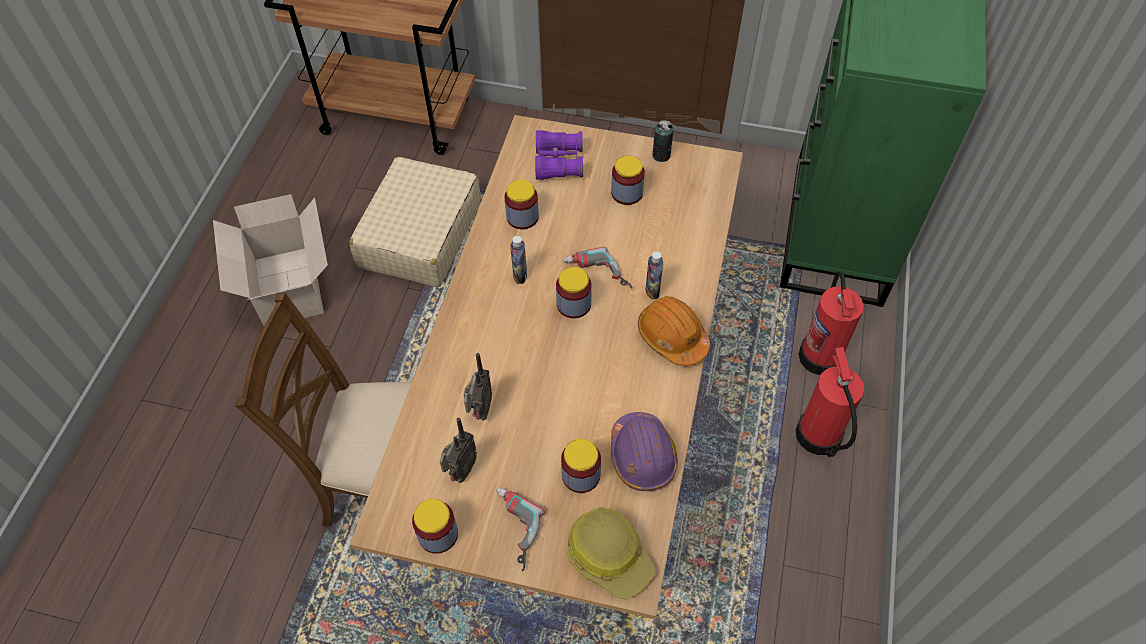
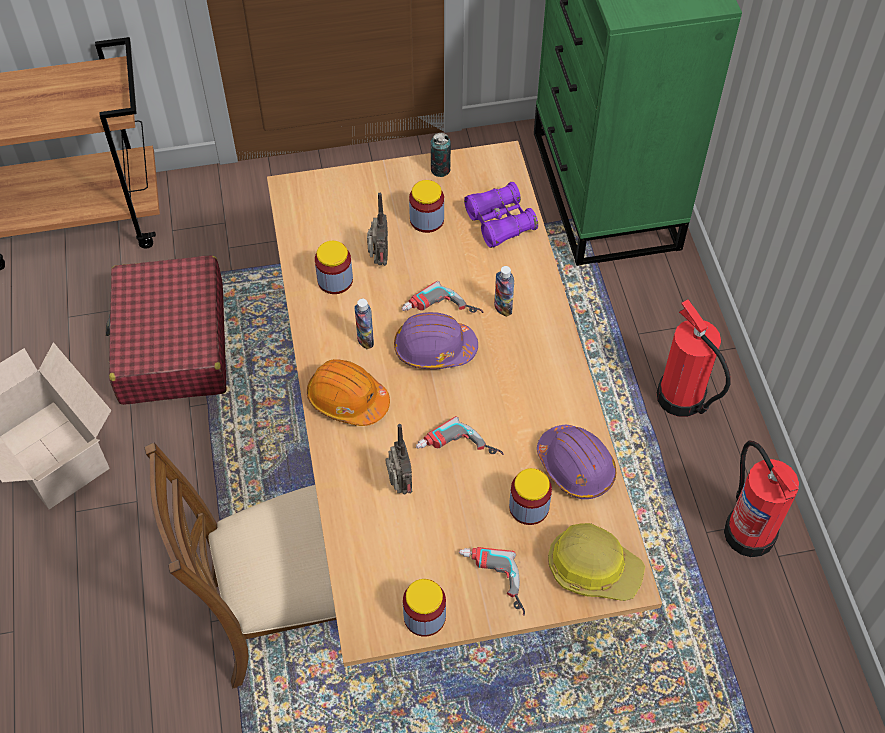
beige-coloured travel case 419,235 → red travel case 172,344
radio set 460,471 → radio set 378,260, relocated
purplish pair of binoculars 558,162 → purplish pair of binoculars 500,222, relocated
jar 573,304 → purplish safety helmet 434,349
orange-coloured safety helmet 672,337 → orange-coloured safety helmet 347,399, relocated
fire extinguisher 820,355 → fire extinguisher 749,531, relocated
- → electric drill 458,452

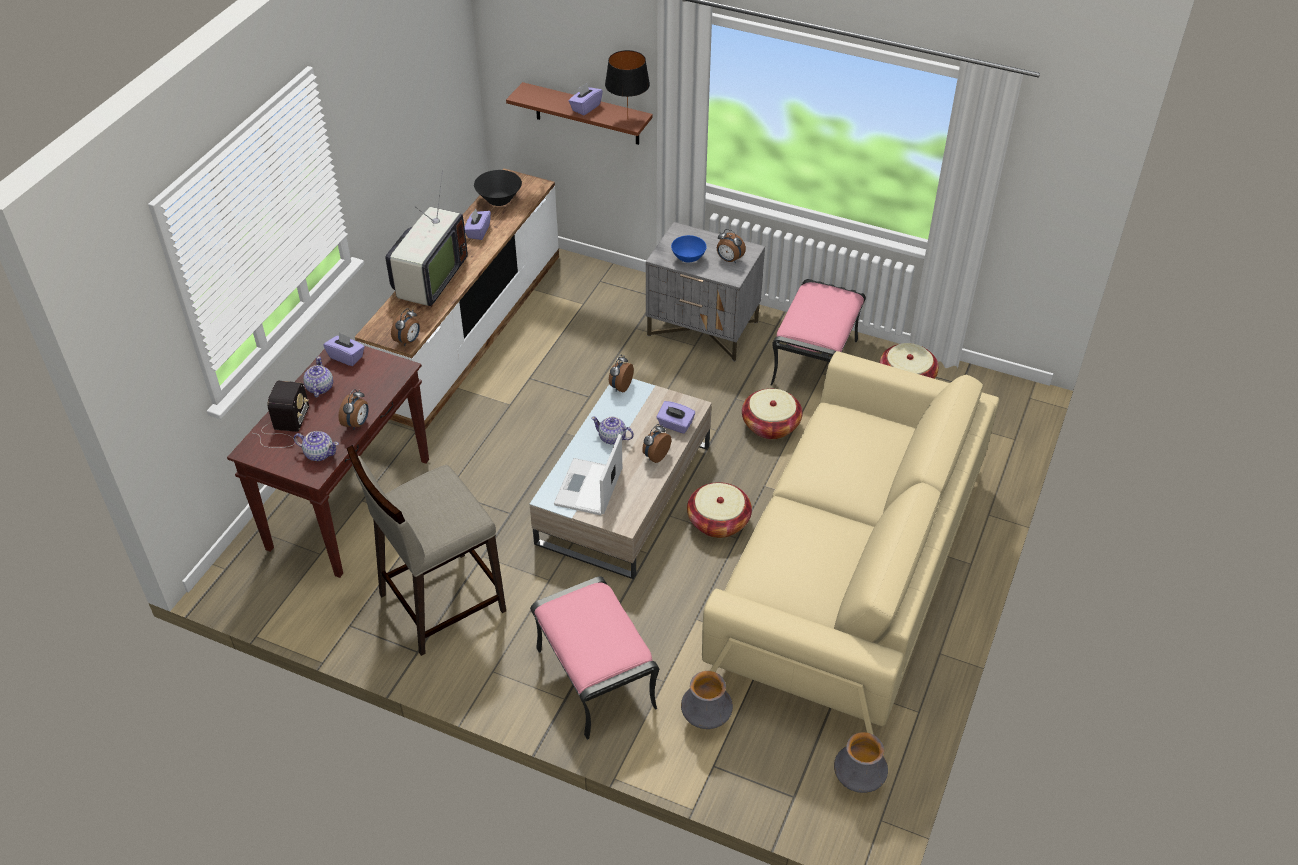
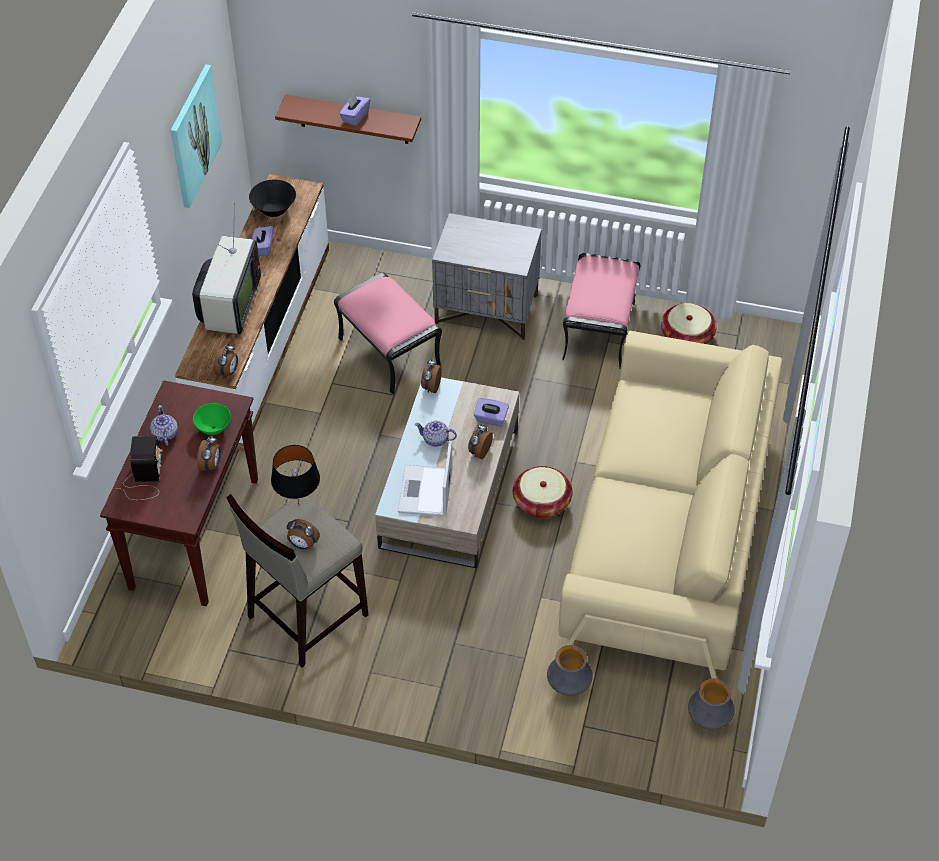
tea pot 319,453 → -
purplish tissue box 346,357 → -
pinkish footrest 593,677 → pinkish footrest 388,352, relocated
black lamp for a table 627,119 → black lamp for a table 298,506, relocated
blue serving bowl 688,259 → -
alarm clock 729,260 → alarm clock 303,545, relocated
storage basket 770,425 → -
- → wall art 194,136
- → green-coloured serving bowl 214,428

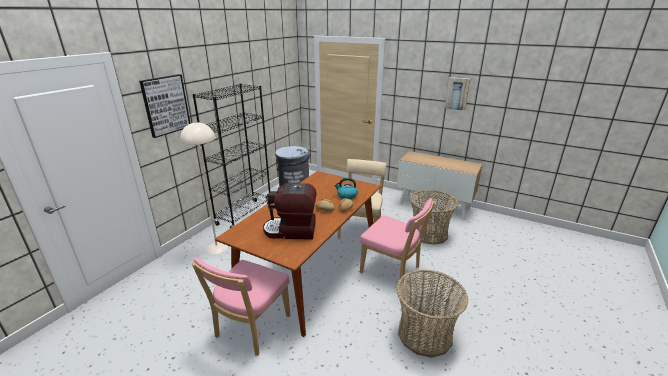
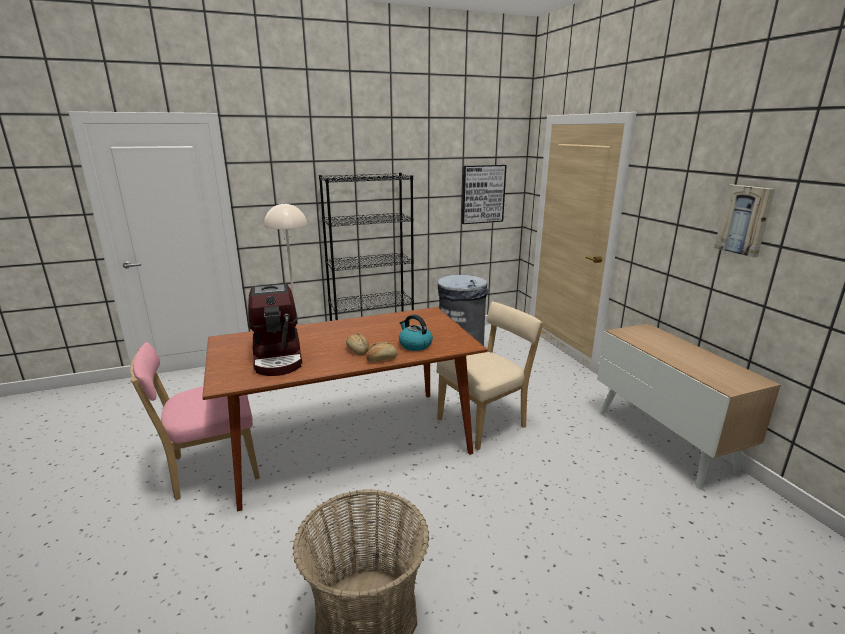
wall art 166,105 → wall art 483,194, relocated
coffee brewer 291,231 → coffee brewer 278,357, 150 degrees counterclockwise
pinkish plain chair 392,271 → -
storage basket 429,233 → -

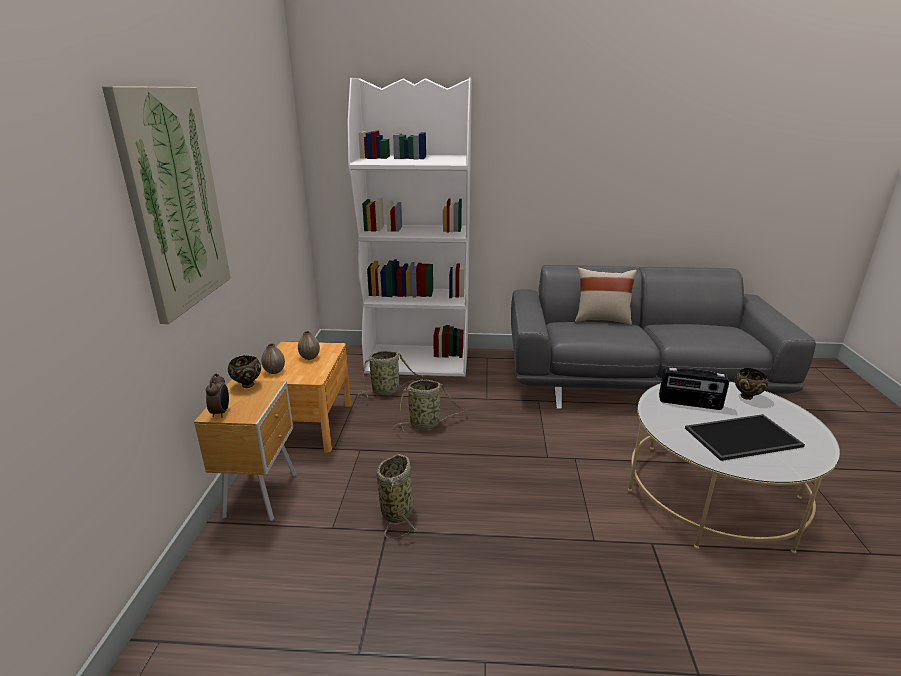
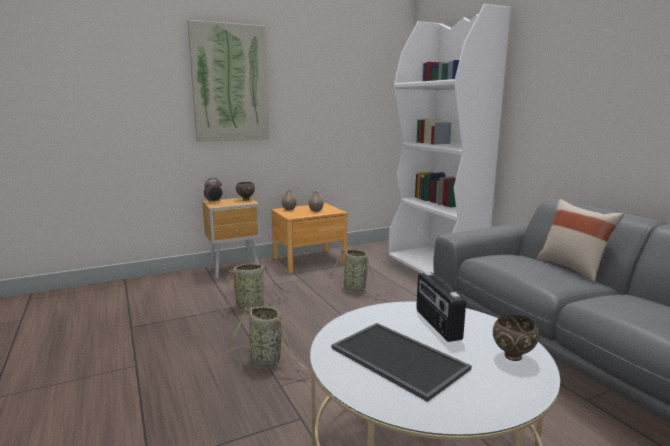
storage basket 387,391 → storage basket 267,362, relocated

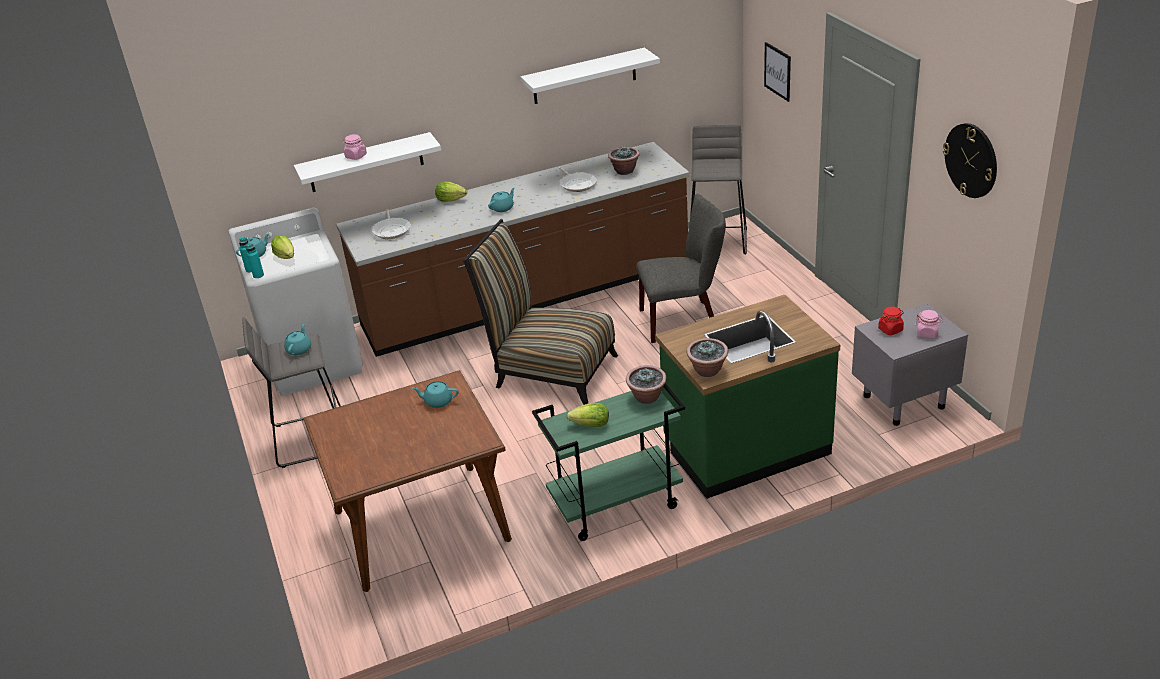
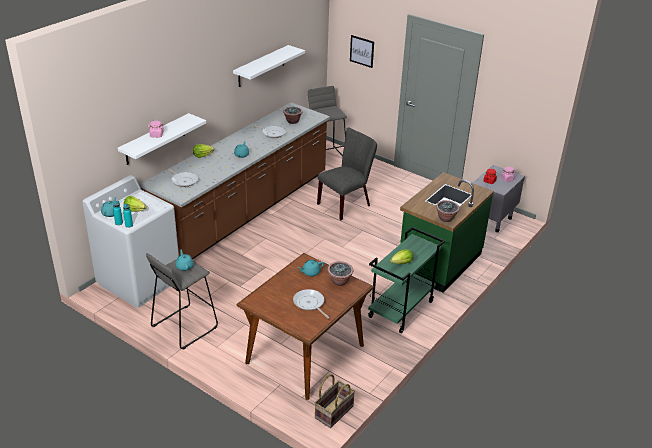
plain chair 549,369 → -
plant in a pot 647,397 → plant in a pot 339,281, relocated
hanging clock 971,160 → -
- → pan 309,303
- → storage basket 333,411

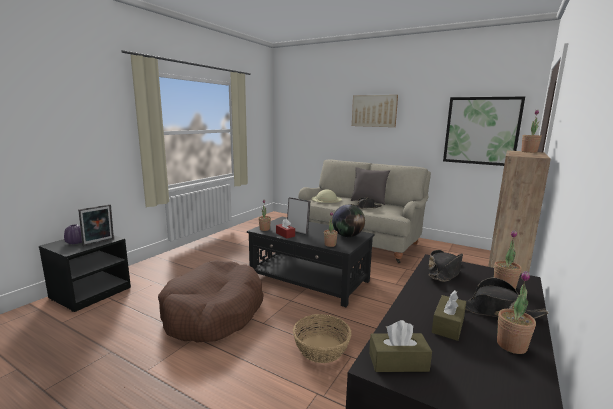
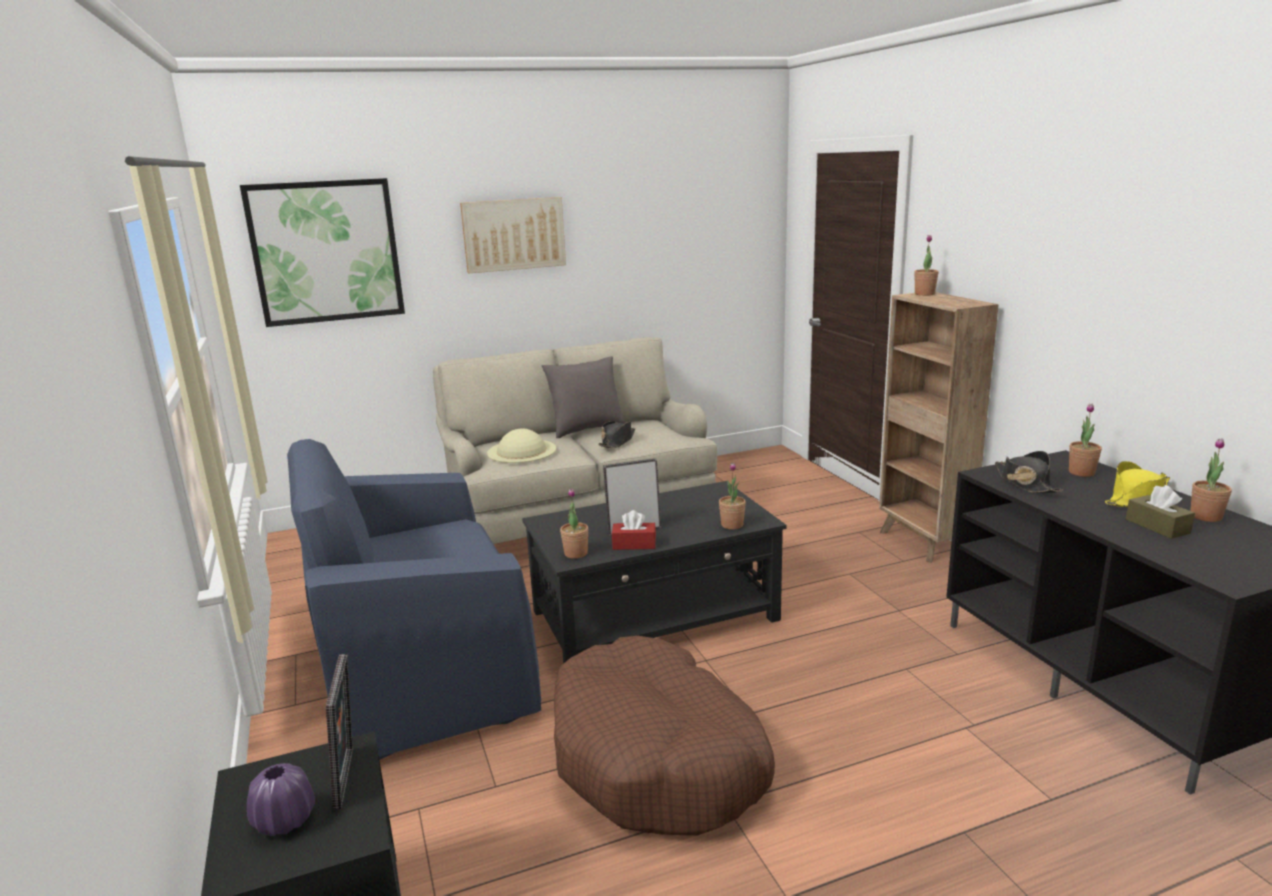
storage basket 321,348 → -
world globe 347,236 → -
brown tissue box 398,362 → -
wall art 481,131 → wall art 326,252, relocated
black clothing hat 495,311 → yellowish clothing hat 1136,497
- → blue armchair 422,668

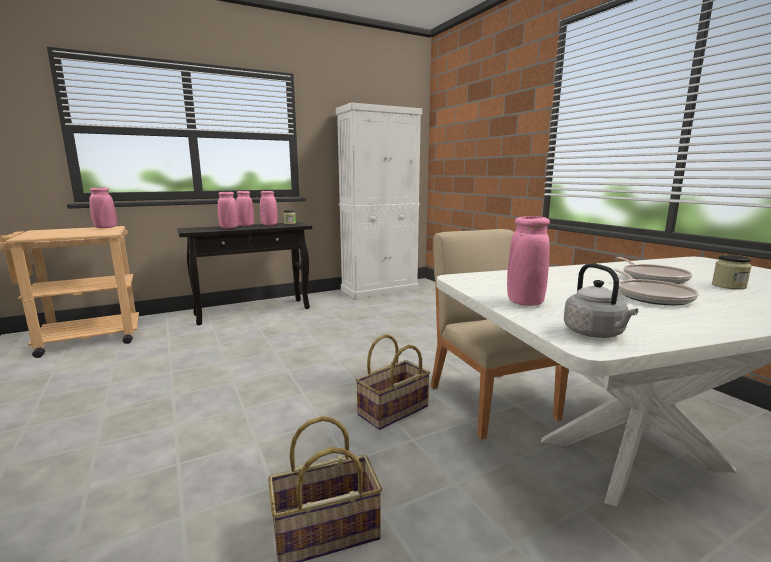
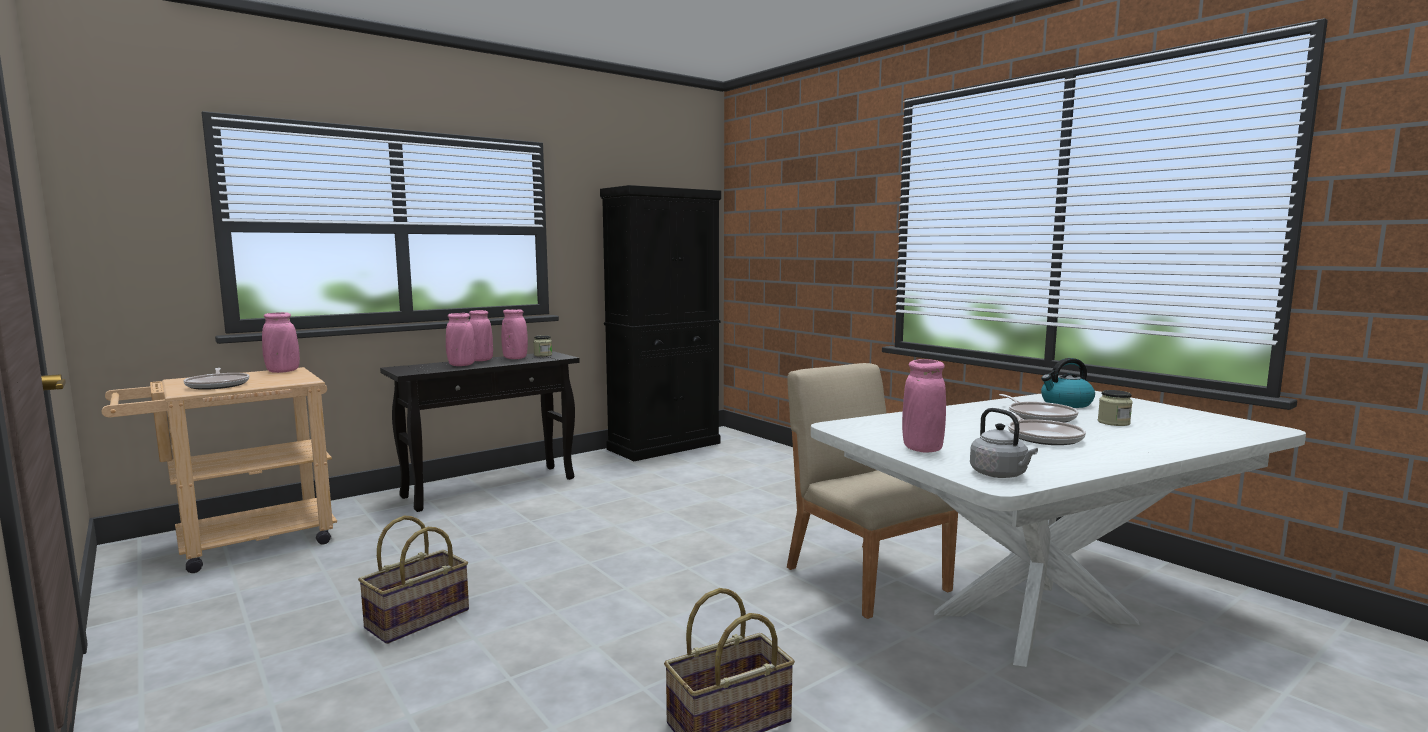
white-coloured cupboard 380,289 → black cupboard 664,446
storage basket 393,411 → storage basket 418,619, relocated
- → pan 218,385
- → tea kettle 1066,404

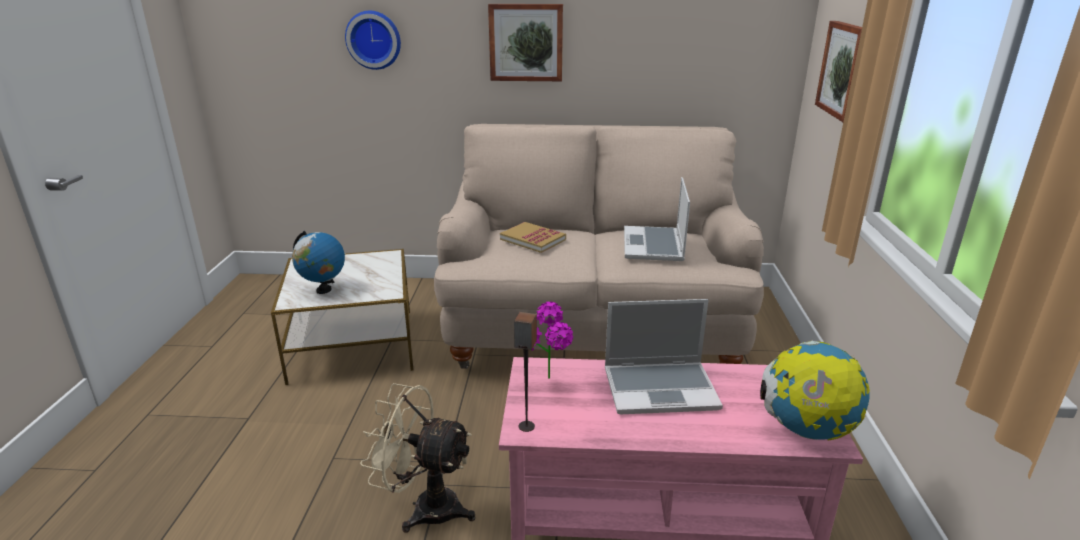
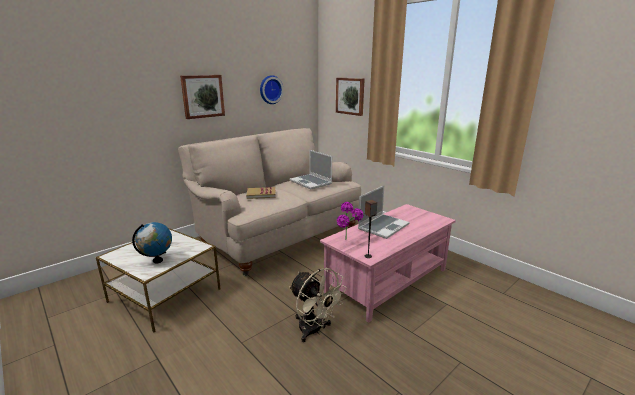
hanging clock 374,39 → hanging clock 270,89, relocated
beige-coloured fan 425,507 → beige-coloured fan 314,331, 105 degrees counterclockwise
world globe 806,430 → -

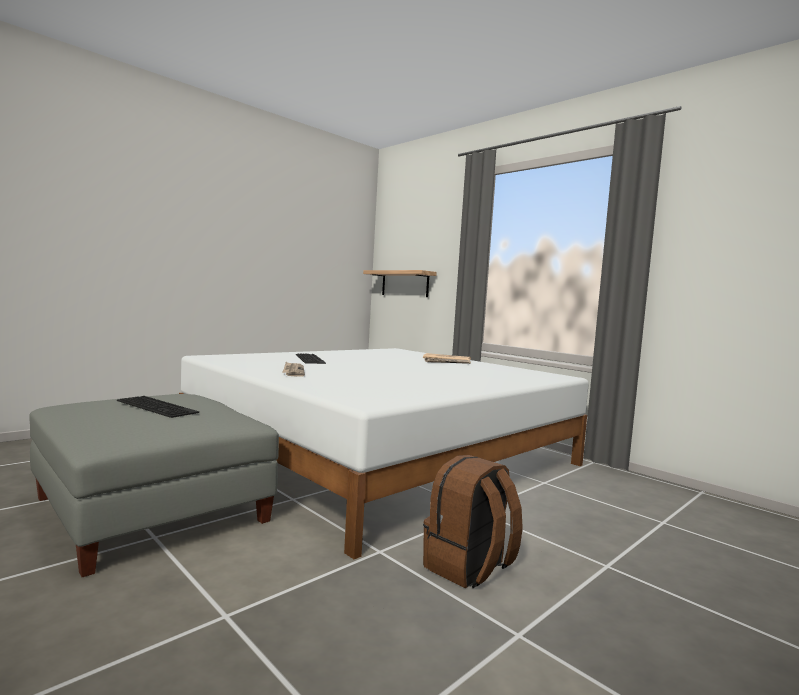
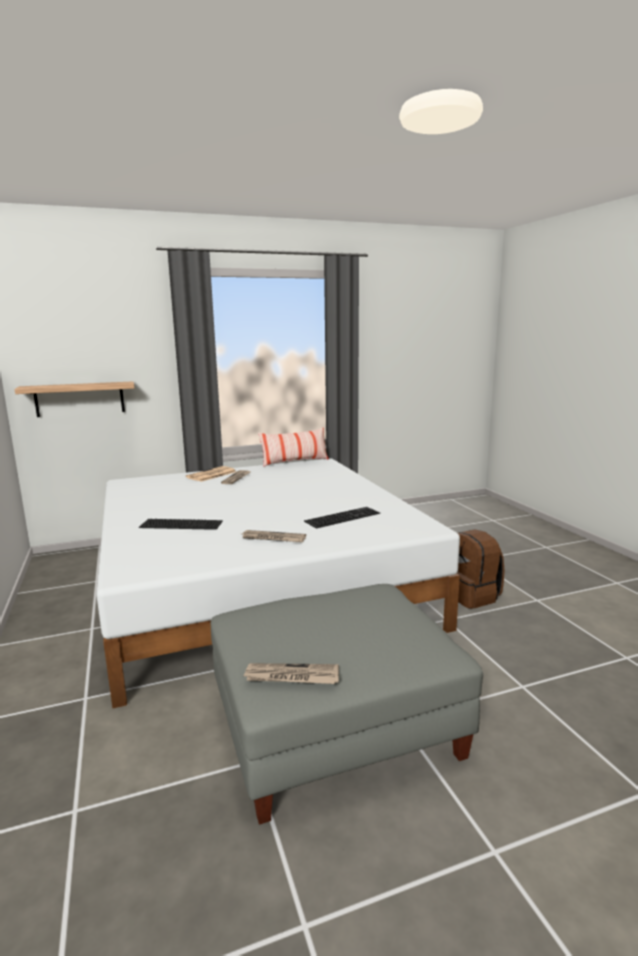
PC keyboard 159,406 → PC keyboard 342,516, relocated
- → newspaper 291,677
- → pillow 294,462

